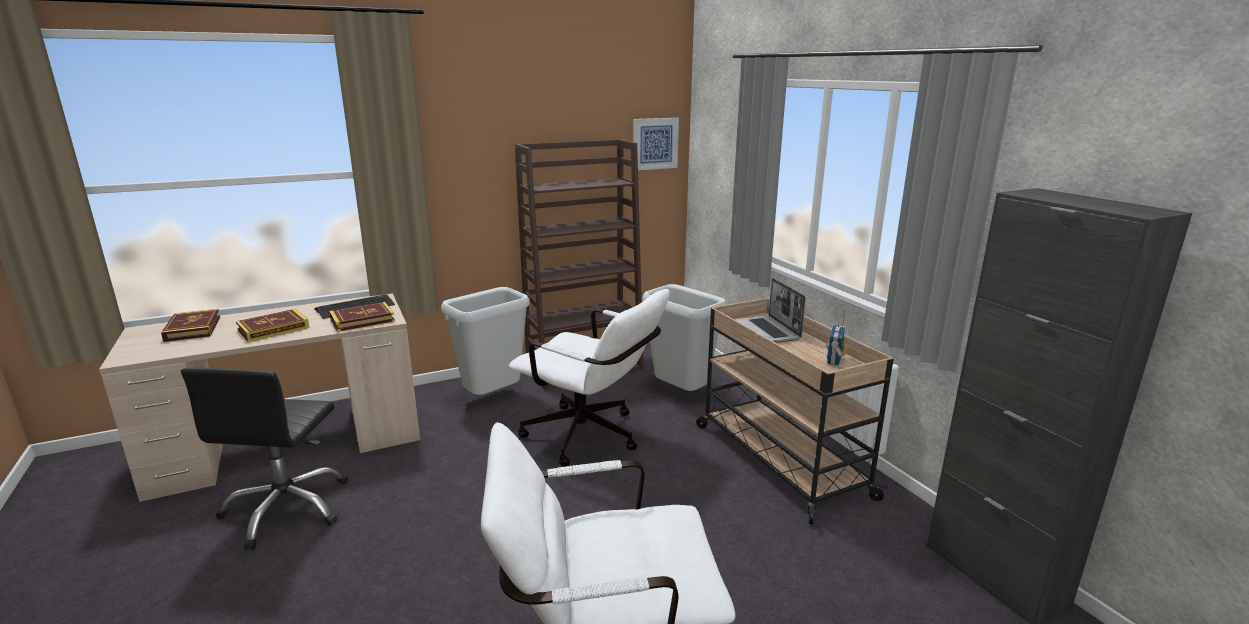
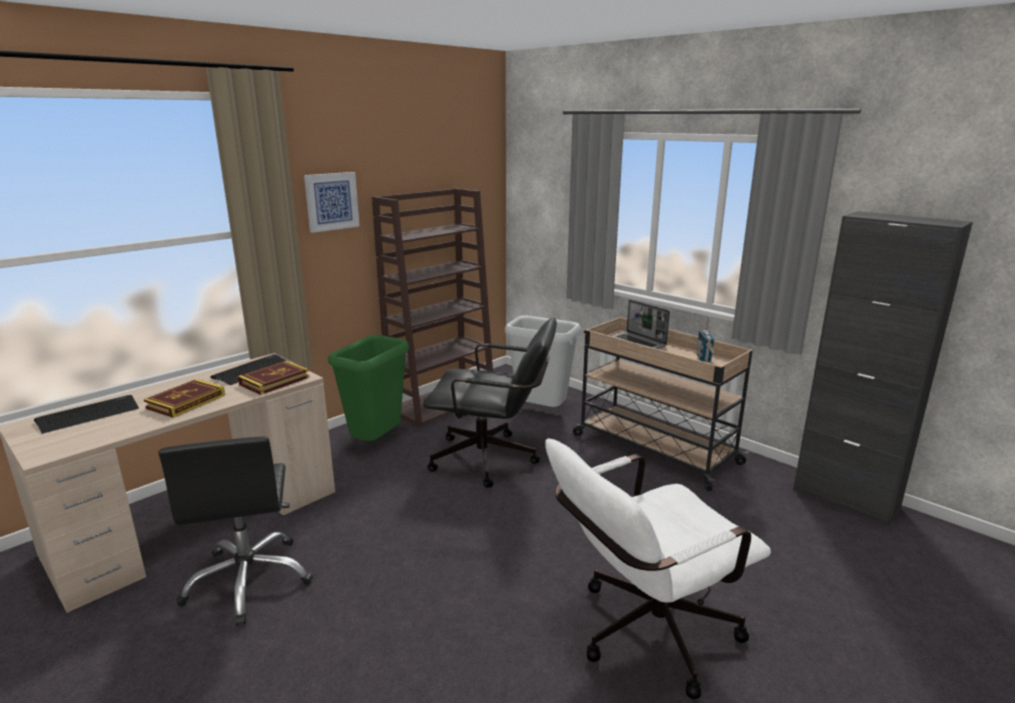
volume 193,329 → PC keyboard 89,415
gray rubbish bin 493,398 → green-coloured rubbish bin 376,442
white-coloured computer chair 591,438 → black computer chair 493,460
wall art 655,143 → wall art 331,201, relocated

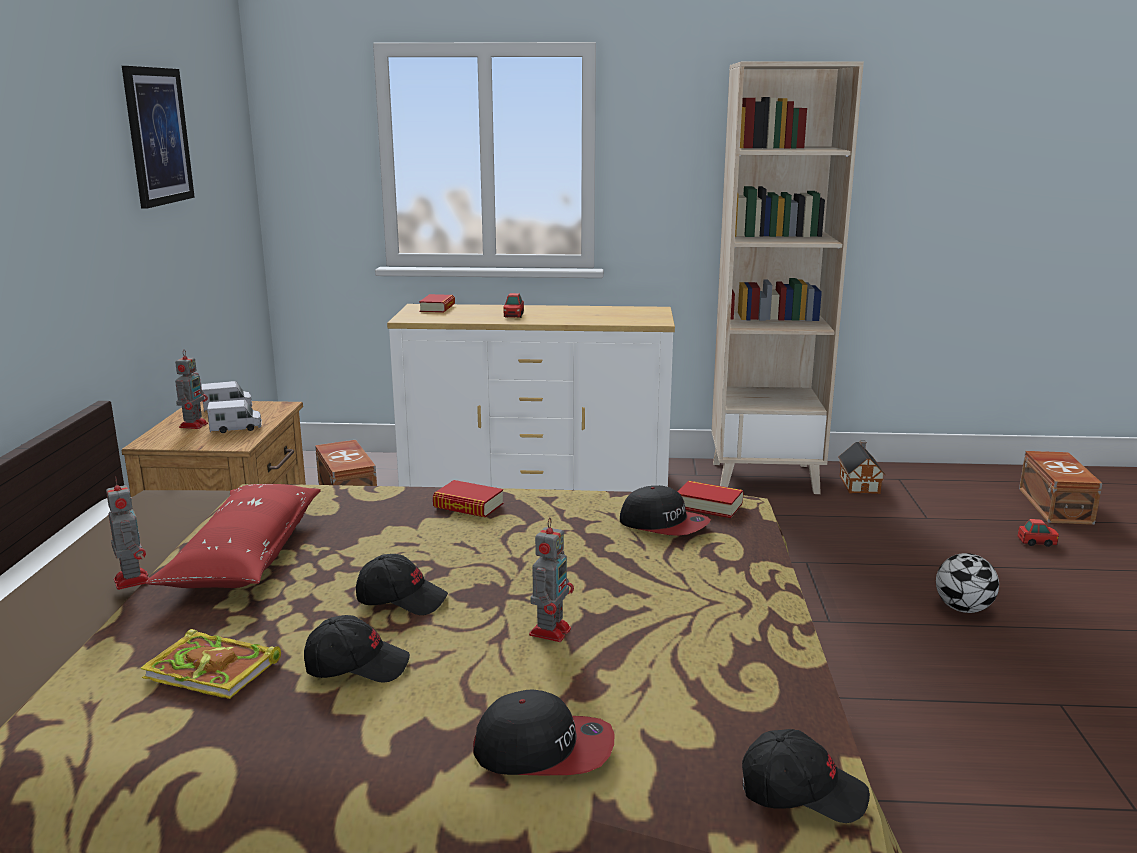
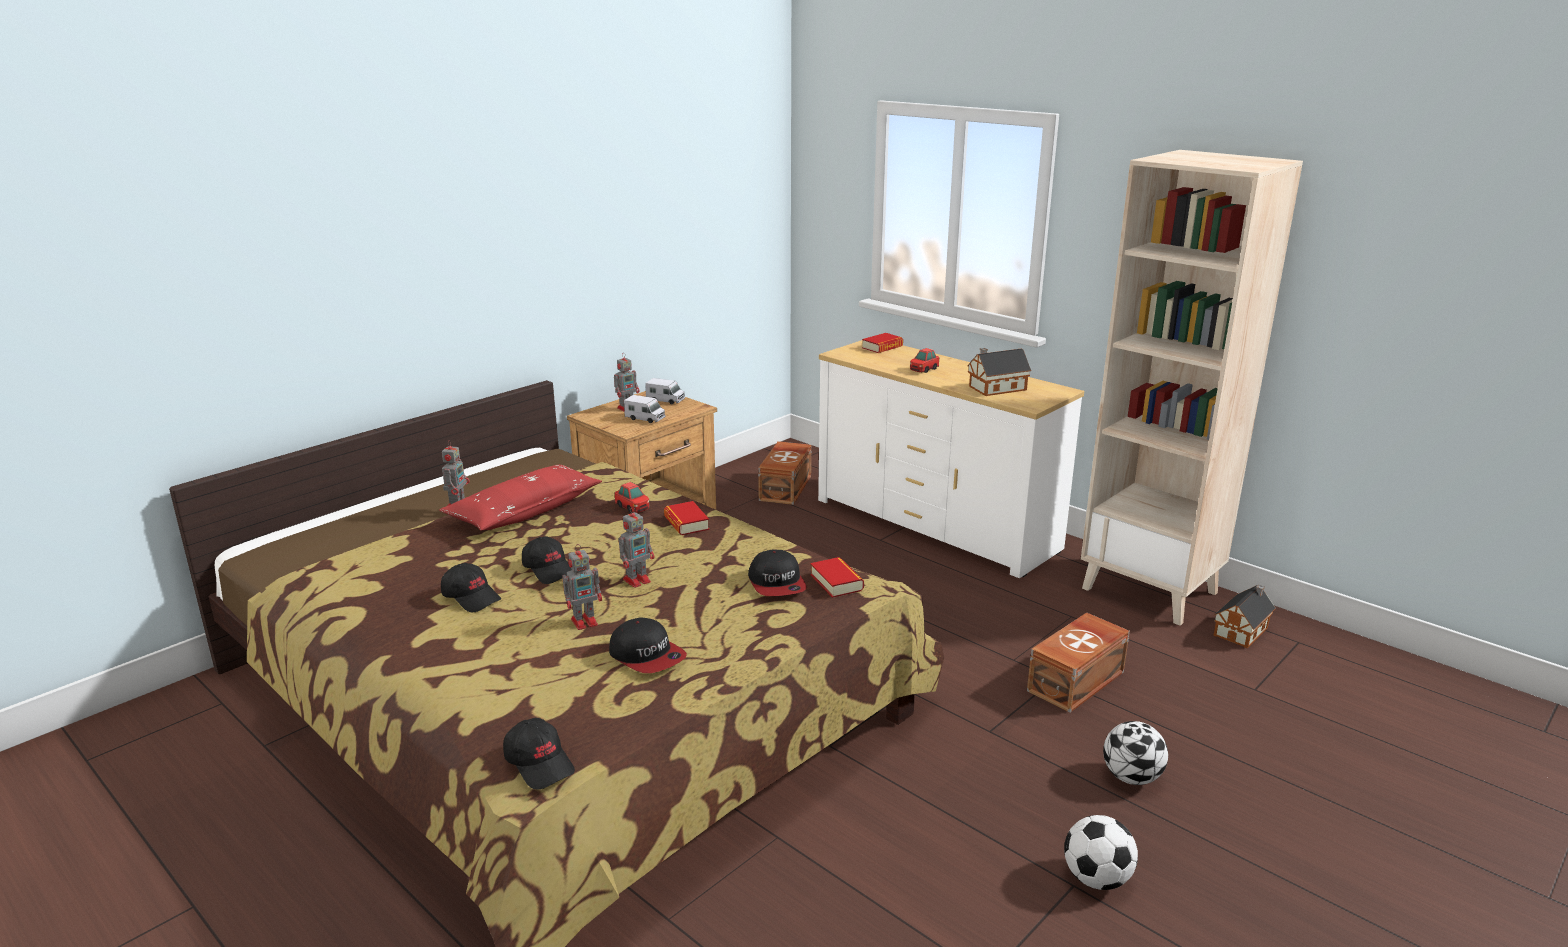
wall art 157,136 → -
volume 215,670 → -
baseball cap 544,749 → baseball cap 647,656, relocated
toy car 1037,542 → toy car 632,507, relocated
brown storage bin 1056,505 → brown storage bin 1078,681, relocated
- → model robot 638,580
- → miniature house 995,388
- → football ball 1096,879

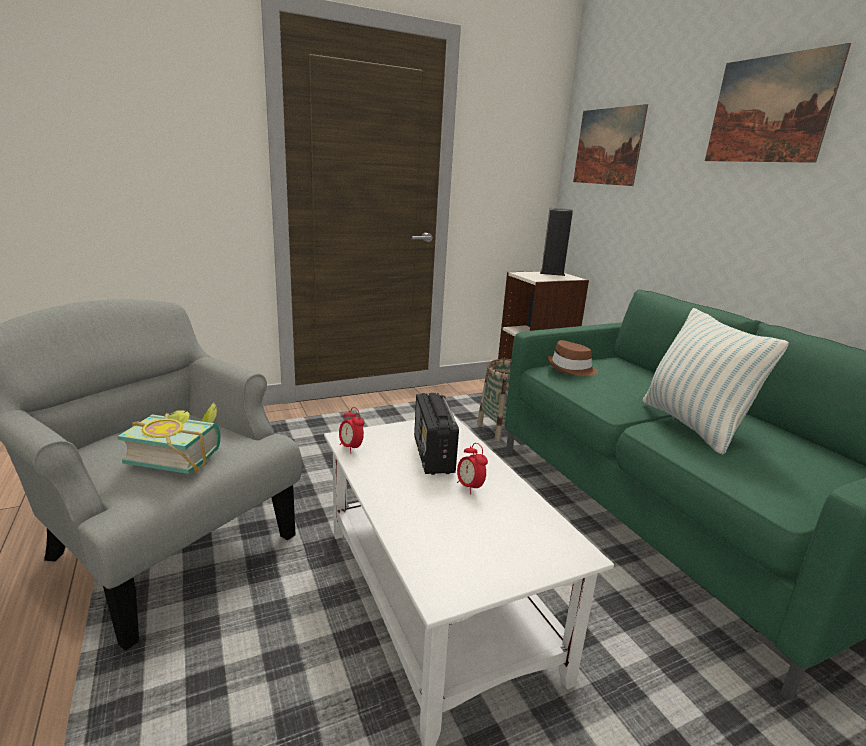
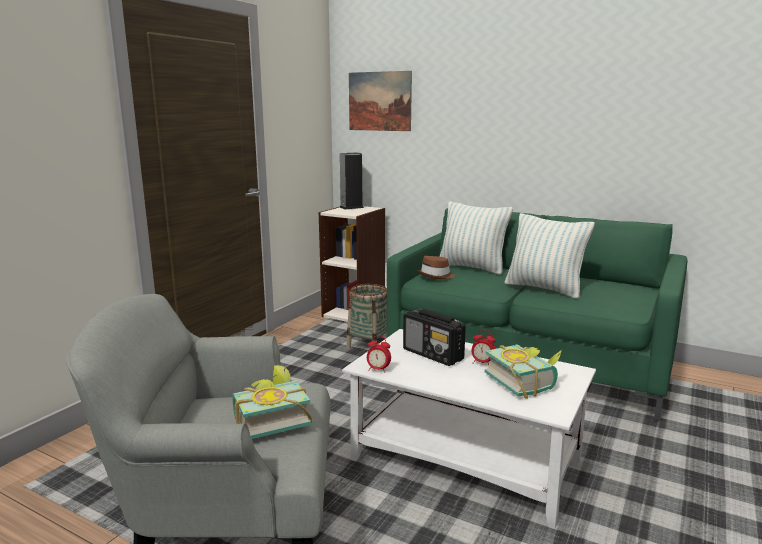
wall art 769,109 → -
- → pillow 472,267
- → volume 525,382

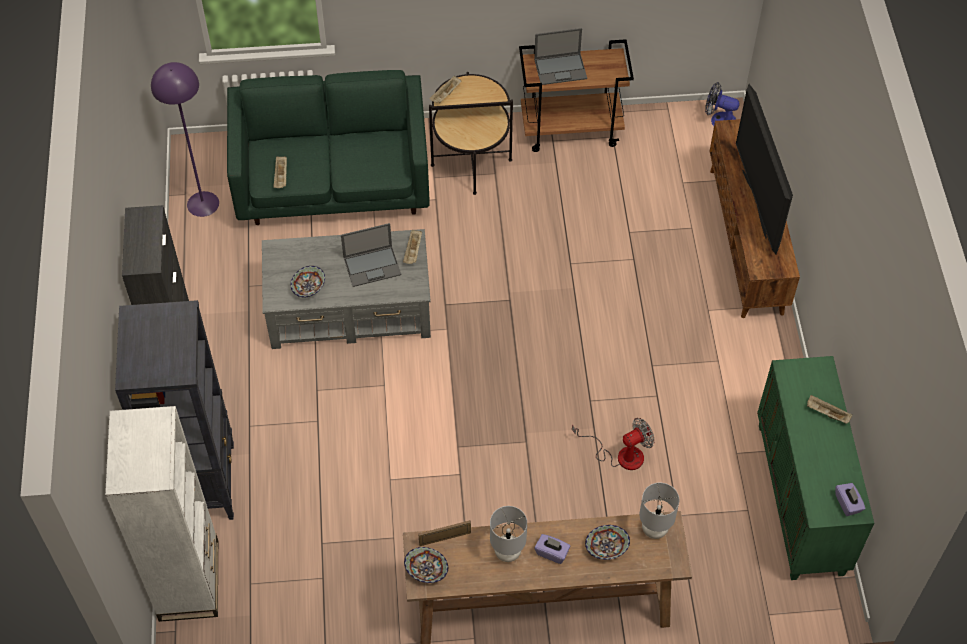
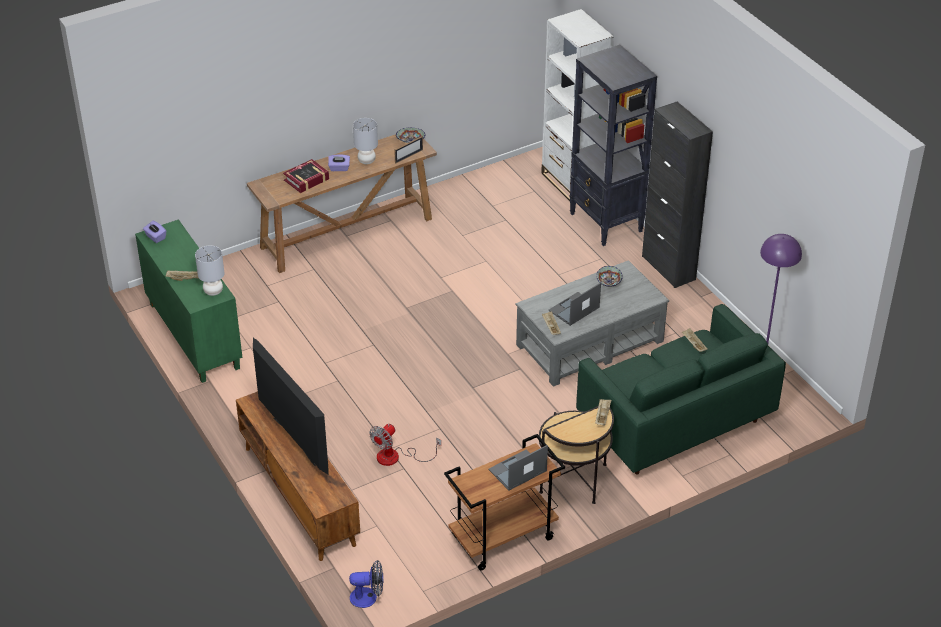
fan 621,455 → fan 396,457, relocated
serving bowl 606,547 → volume 306,180
gray lamp for a table 655,529 → gray lamp for a table 213,291, relocated

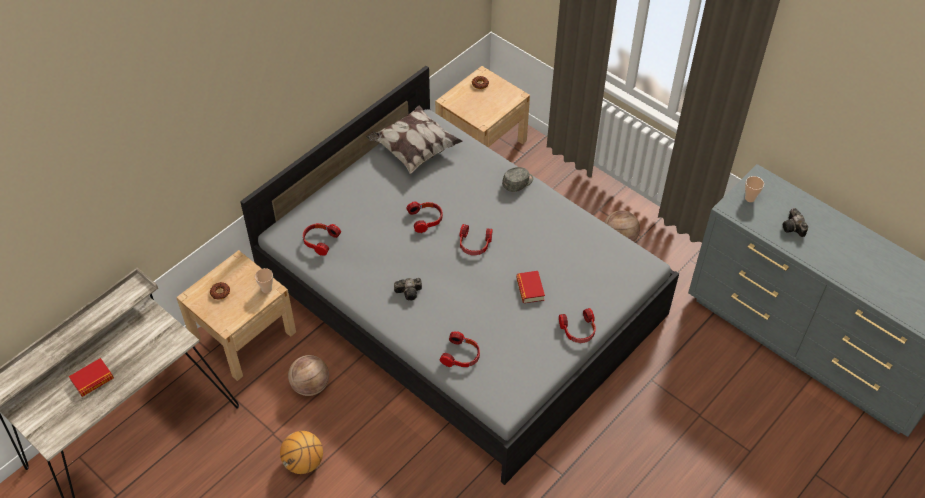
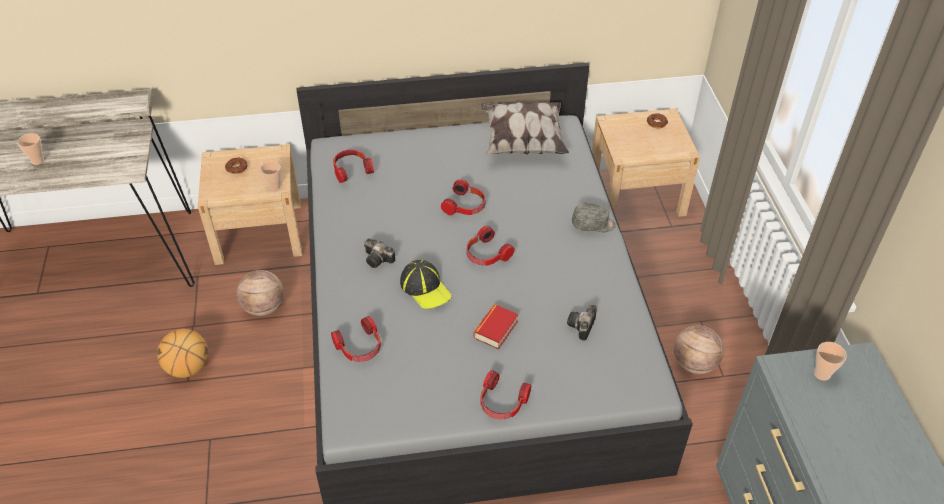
volume 92,380 → drinking cup 37,161
still camera 793,228 → still camera 582,327, relocated
- → baseball cap 425,288

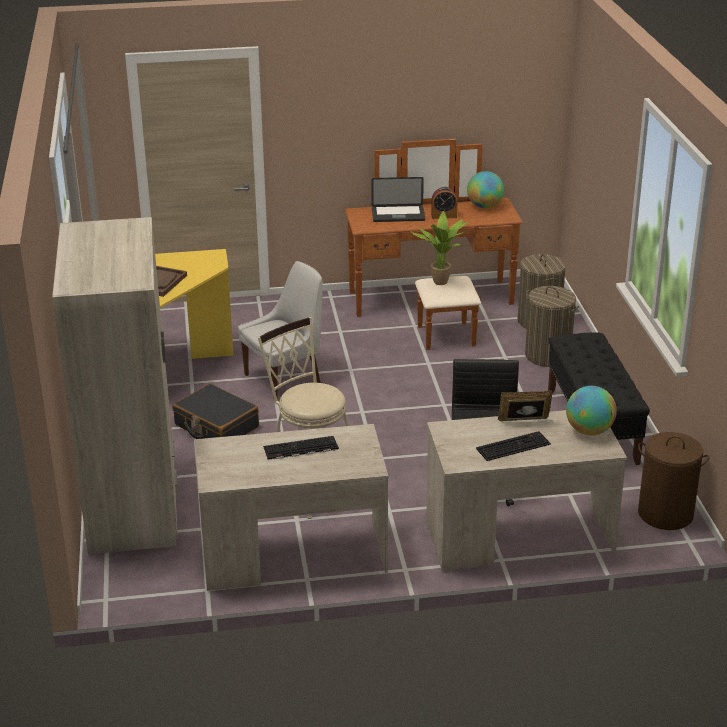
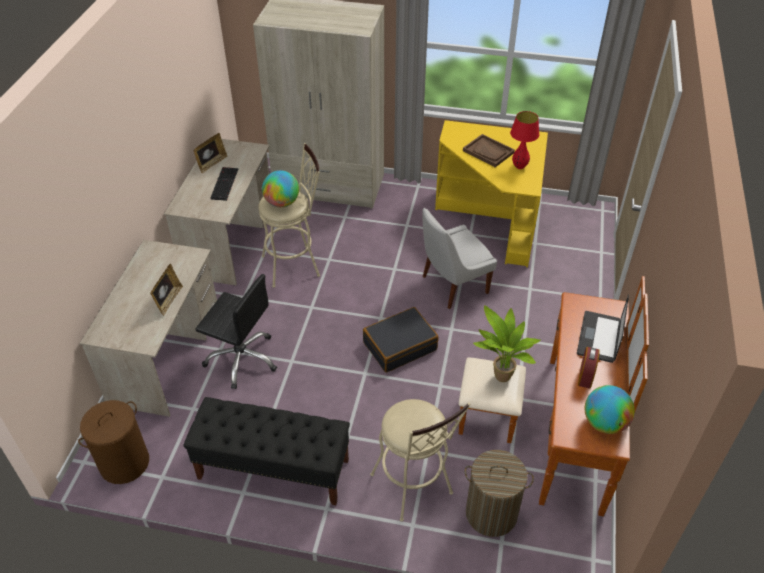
black travel case 216,426 → black travel case 399,346, relocated
white-coloured plain chair 285,379 → white-coloured plain chair 452,285, 75 degrees clockwise
PC keyboard 513,446 → -
washing basket 548,355 → beige-coloured stool seat 414,489
world globe 589,431 → world globe 282,203, relocated
- → photo frame 212,164
- → red lamp for a table 519,167

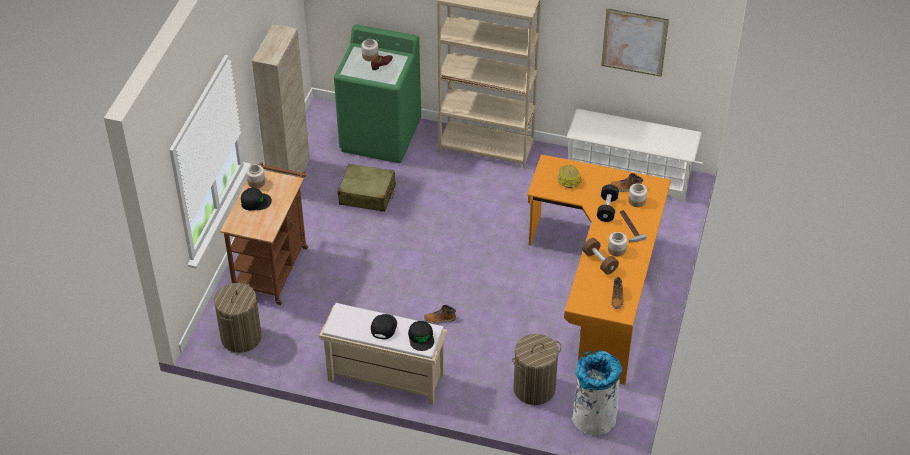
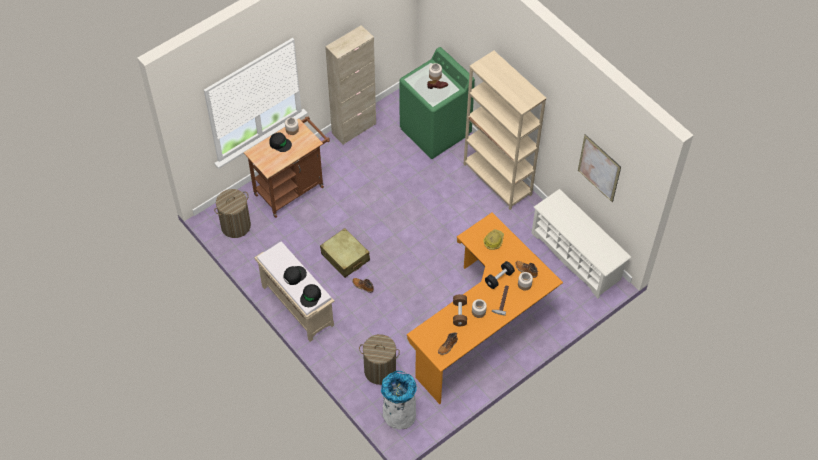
beige-coloured travel case 367,195 → beige-coloured travel case 345,257, relocated

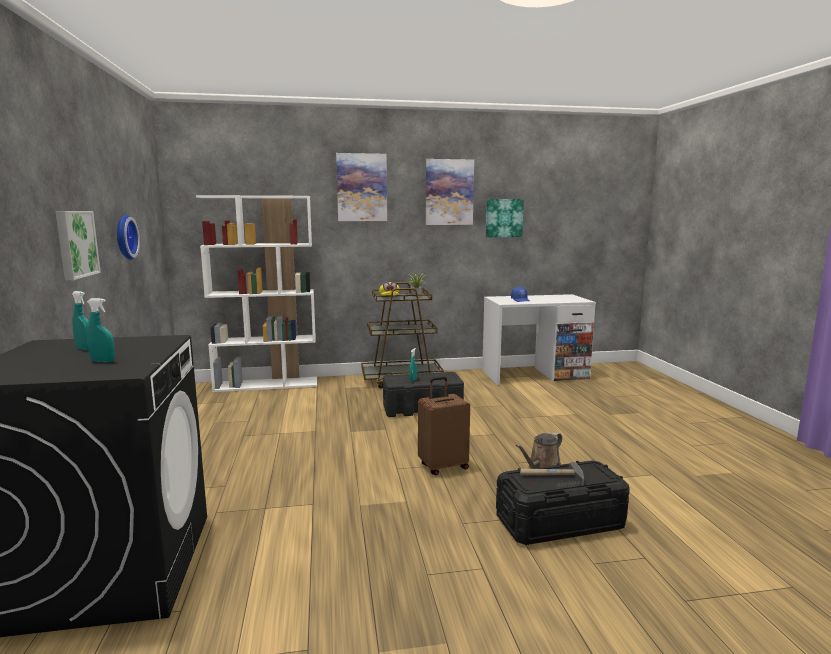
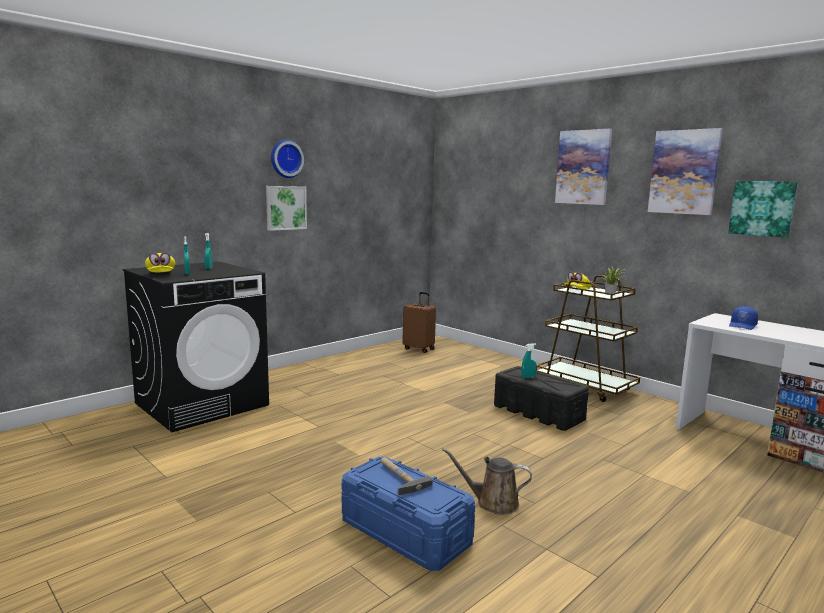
hanging clock 124,237 → hanging clock 285,159, relocated
white-coloured shelving unit 267,384 → -
brown travel case 443,466 → brown travel case 419,349, relocated
black storage bin 560,522 → blue storage bin 405,533
- → yellowish baseball cap 161,274

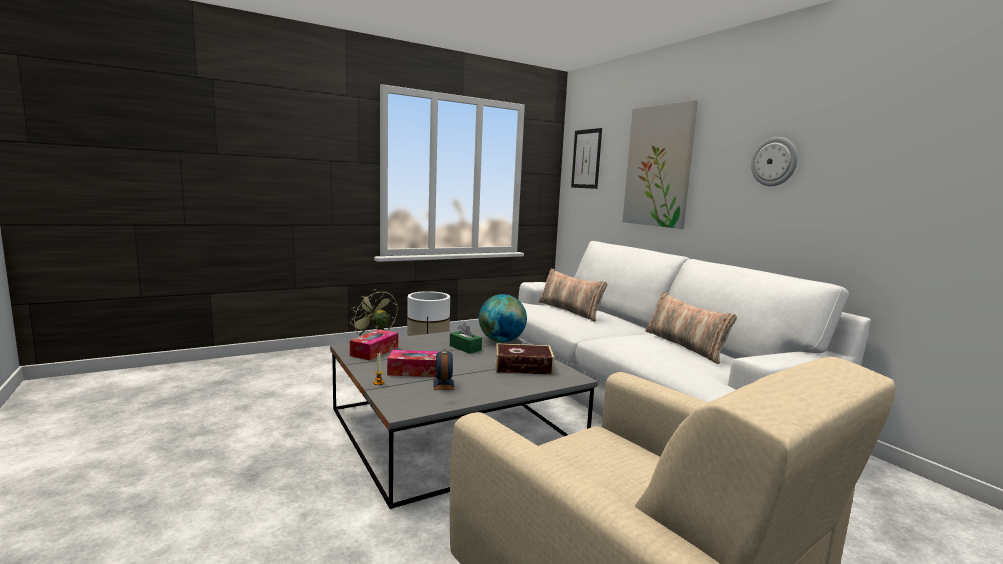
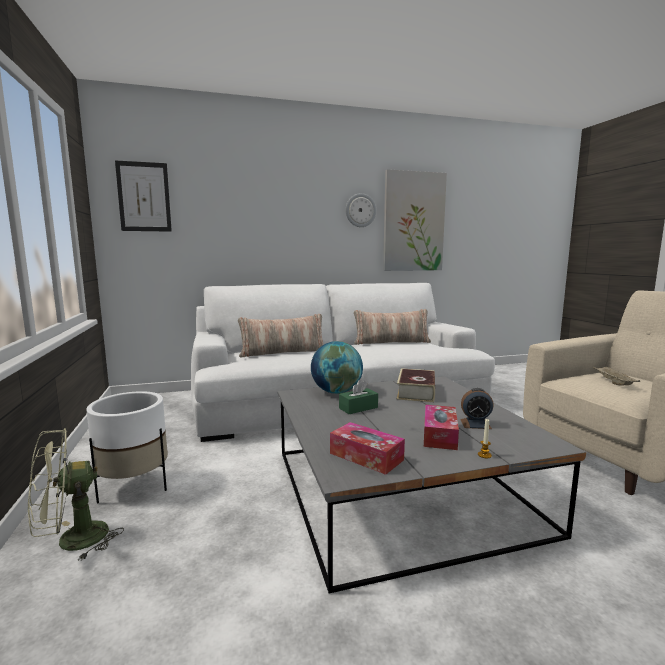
wall art 658,166 → wall art 413,222, relocated
- → beige-coloured carrying tray 613,382

